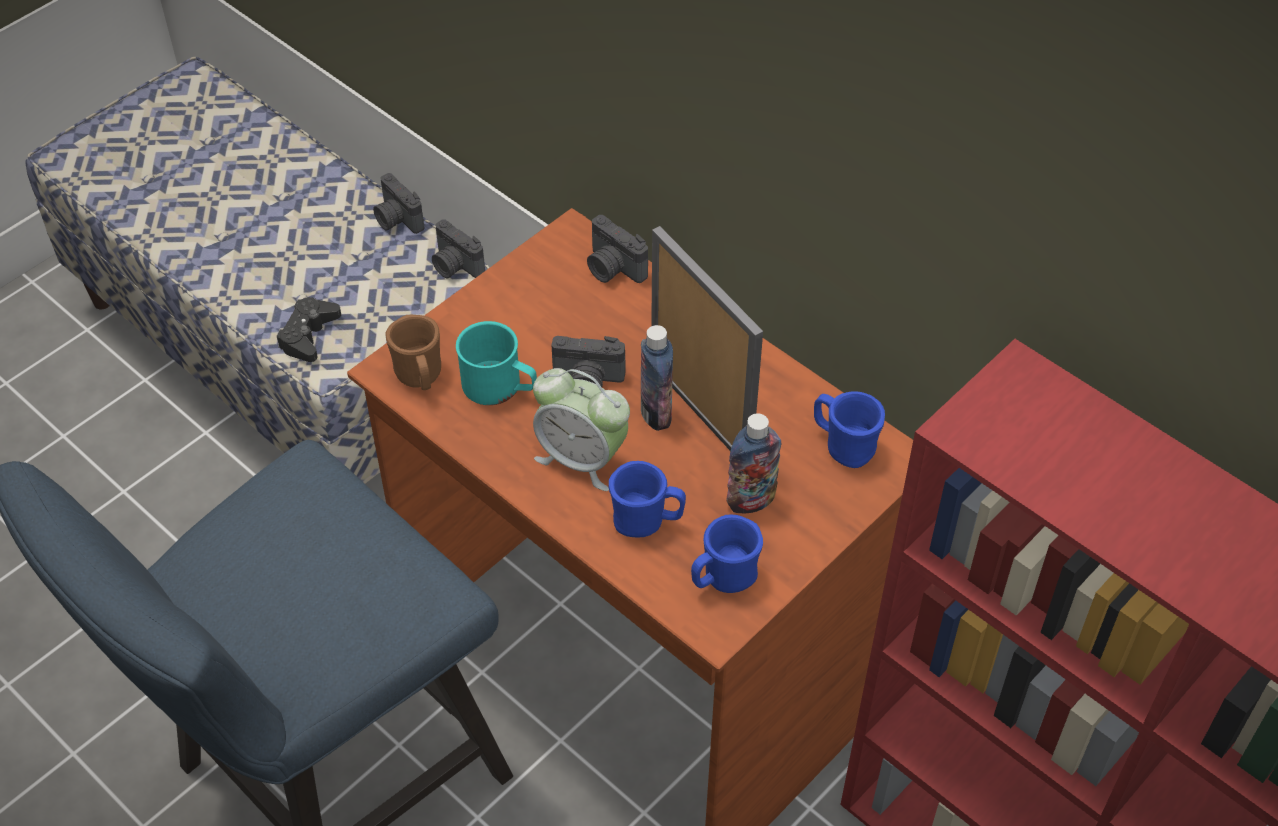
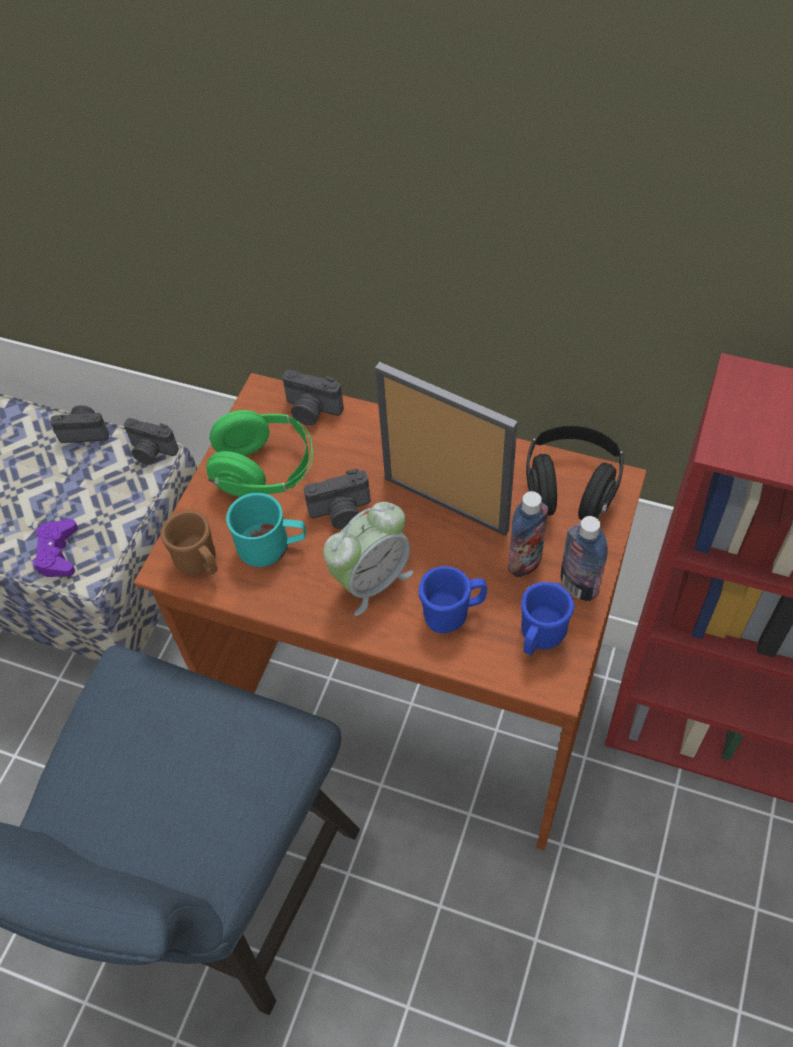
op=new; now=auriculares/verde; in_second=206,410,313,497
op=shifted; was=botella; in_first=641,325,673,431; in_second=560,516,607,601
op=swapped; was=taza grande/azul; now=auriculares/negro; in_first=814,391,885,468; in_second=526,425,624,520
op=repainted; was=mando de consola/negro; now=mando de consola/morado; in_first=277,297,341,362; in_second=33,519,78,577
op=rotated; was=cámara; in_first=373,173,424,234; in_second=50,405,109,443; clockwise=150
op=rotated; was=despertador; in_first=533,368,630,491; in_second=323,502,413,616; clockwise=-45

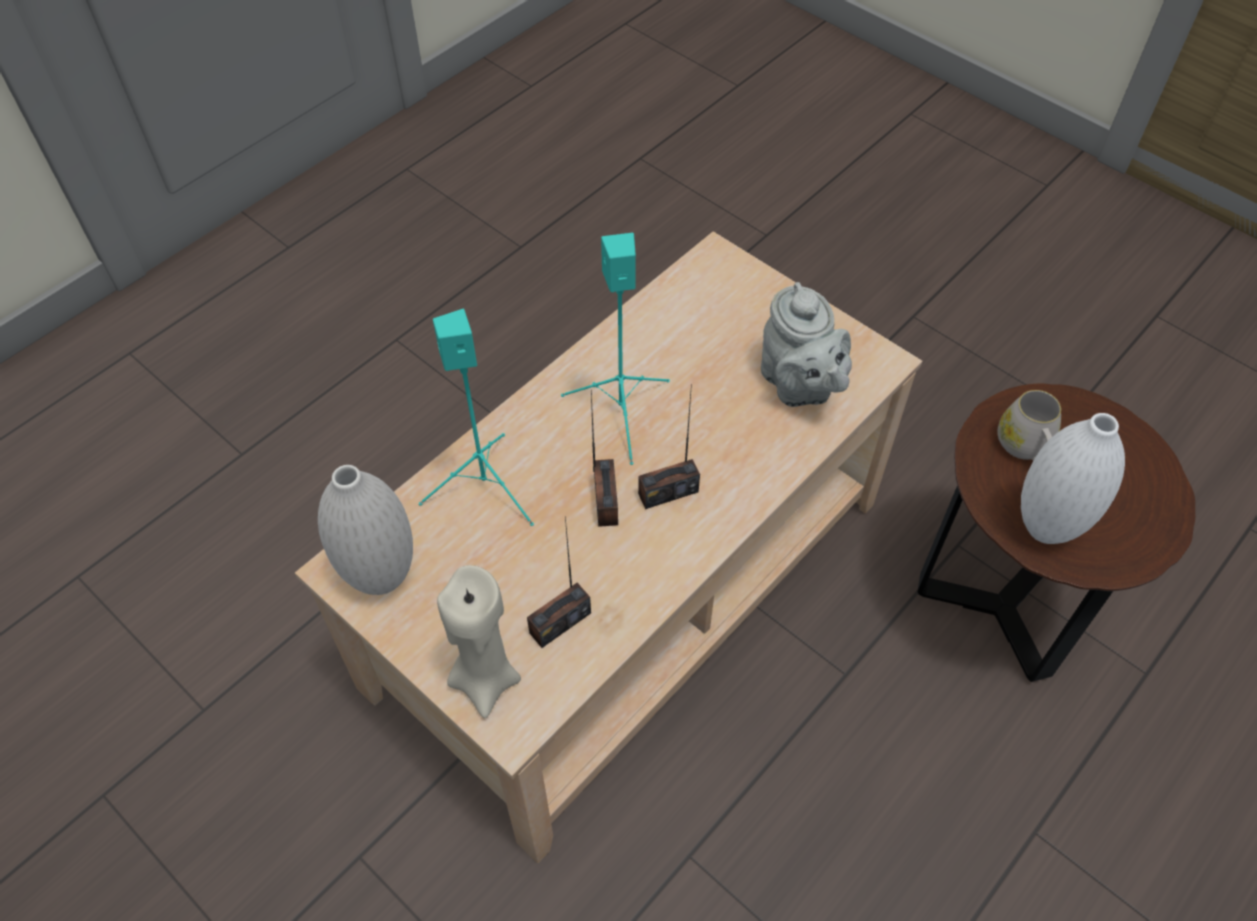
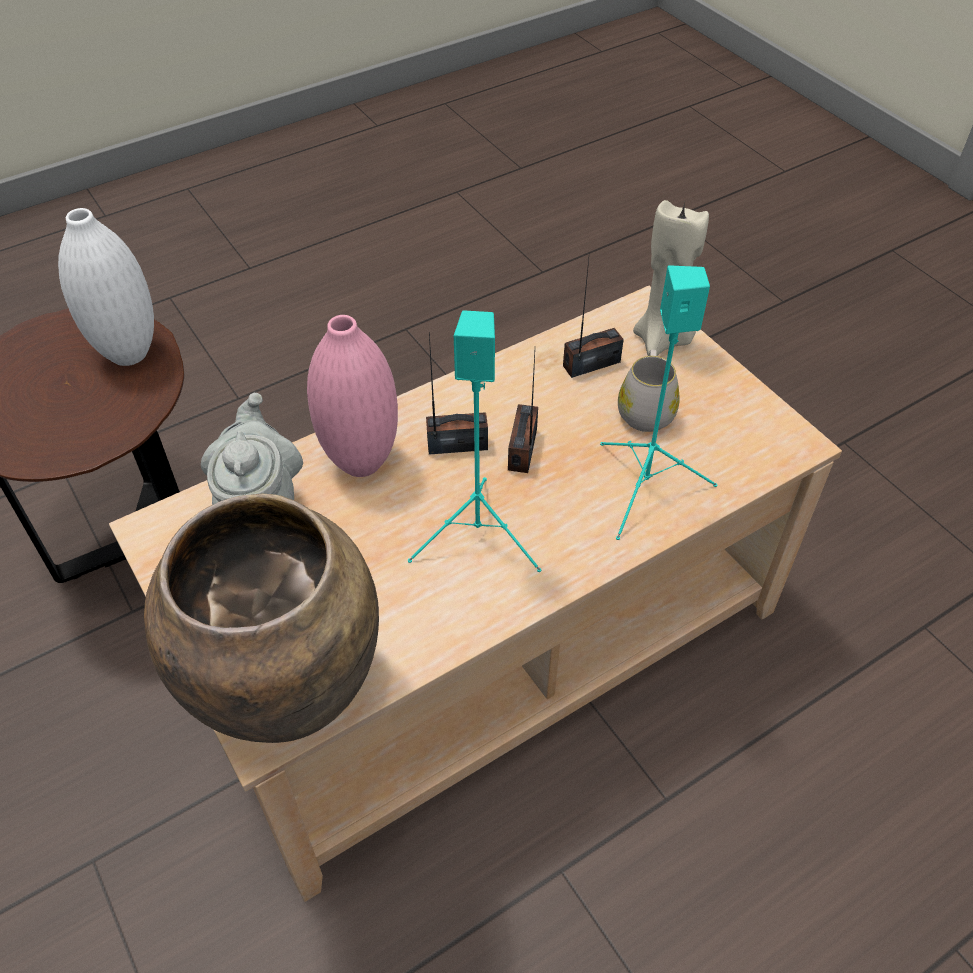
op=gone; was=florero/blanco; in_first=318,465,413,595
op=new; now=florero/marrón; in_second=144,494,379,743
op=new; now=florero/rosa; in_second=307,315,398,477
op=shifted; was=taza grande/blanco; in_first=997,390,1061,461; in_second=618,349,680,432

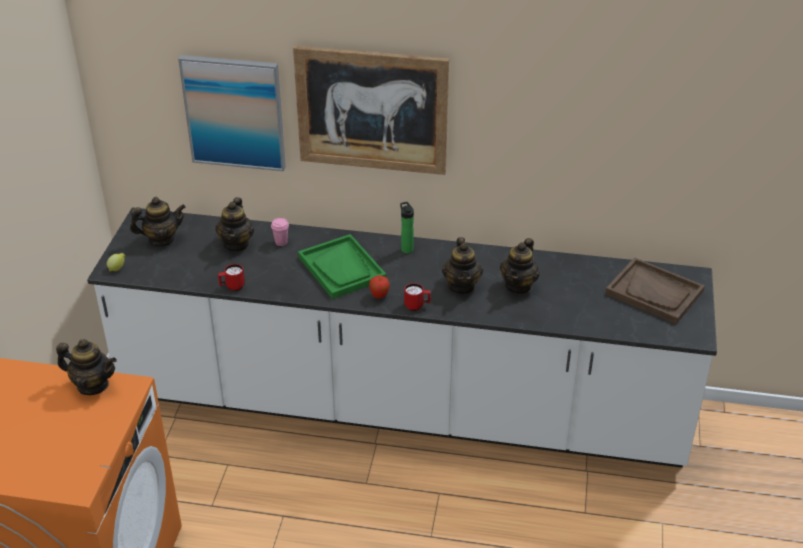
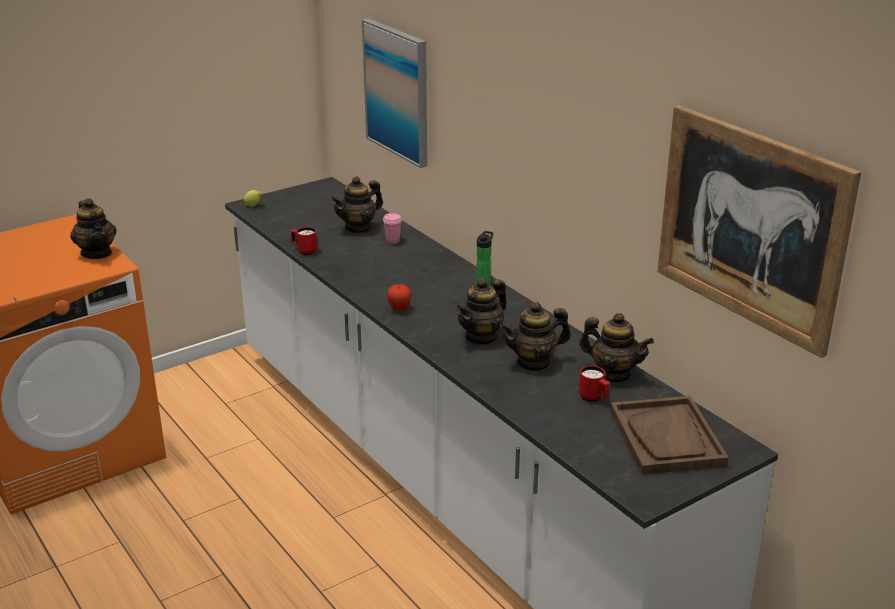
op=gone; was=bandeja/verde; in_first=298,234,386,299
op=shifted; was=tetera; in_first=130,197,186,247; in_second=579,313,654,382
op=shifted; was=cuadro; in_first=293,46,449,175; in_second=657,105,861,358
op=shifted; was=taza grande/rojo; in_first=404,283,431,311; in_second=579,366,610,402

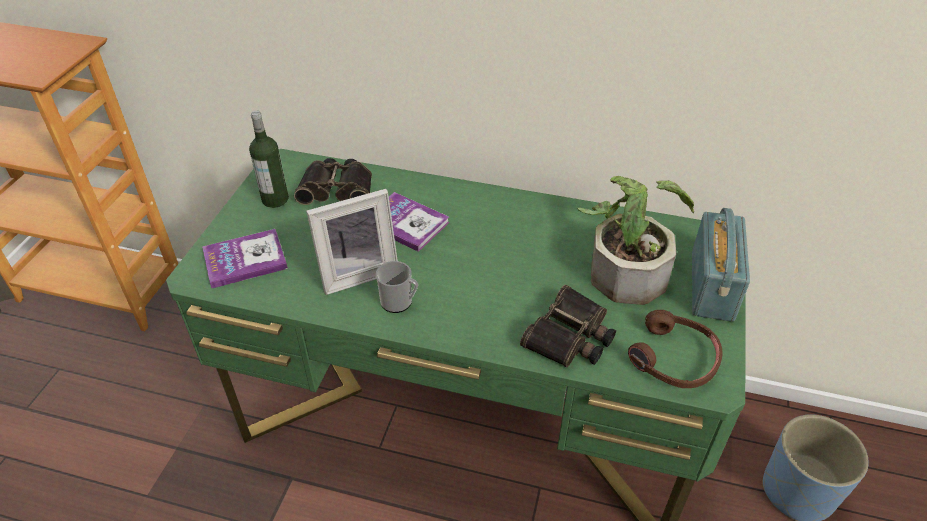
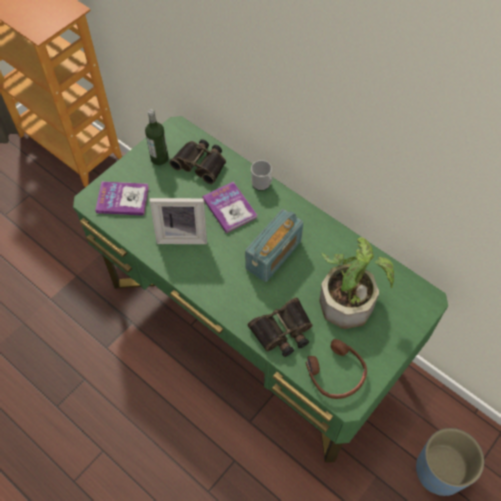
op=shifted; was=taza grande; in_first=376,261,418,313; in_second=251,160,273,191
op=shifted; was=radio; in_first=692,208,750,322; in_second=245,209,304,282

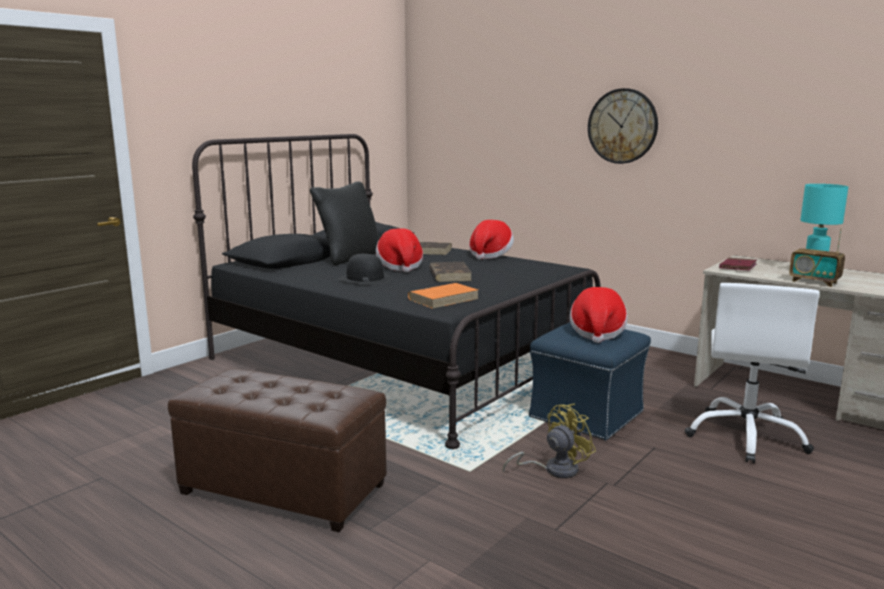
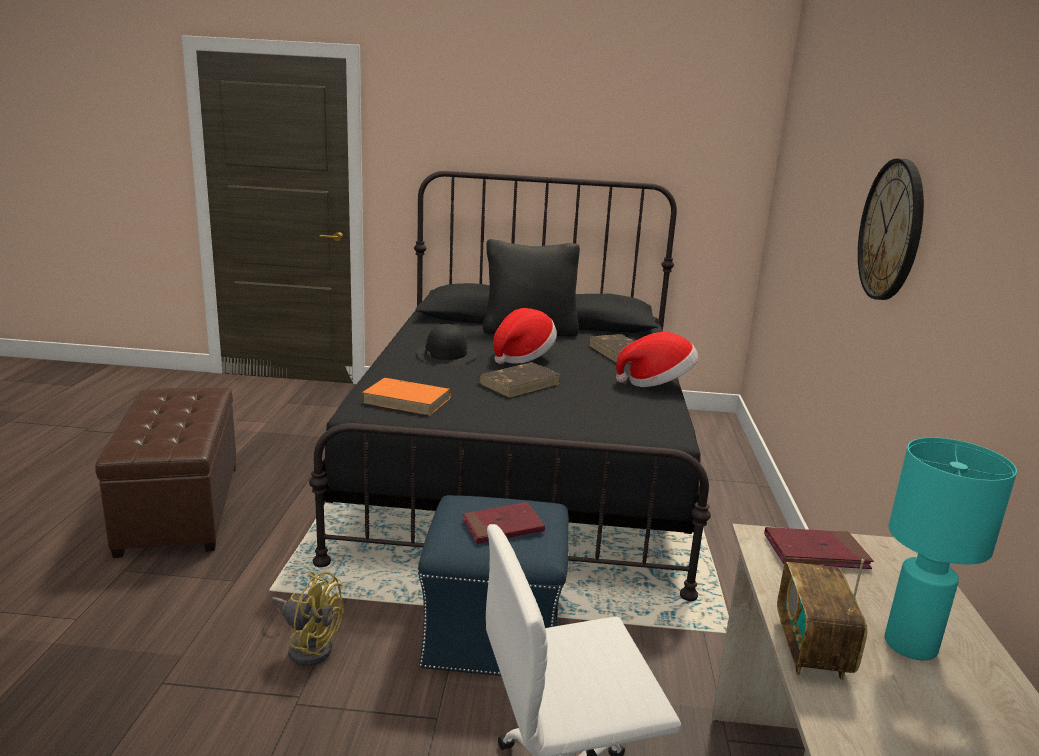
op=swapped; was=sombrero; now=libro/rojo; in_first=570,287,628,343; in_second=463,502,545,544

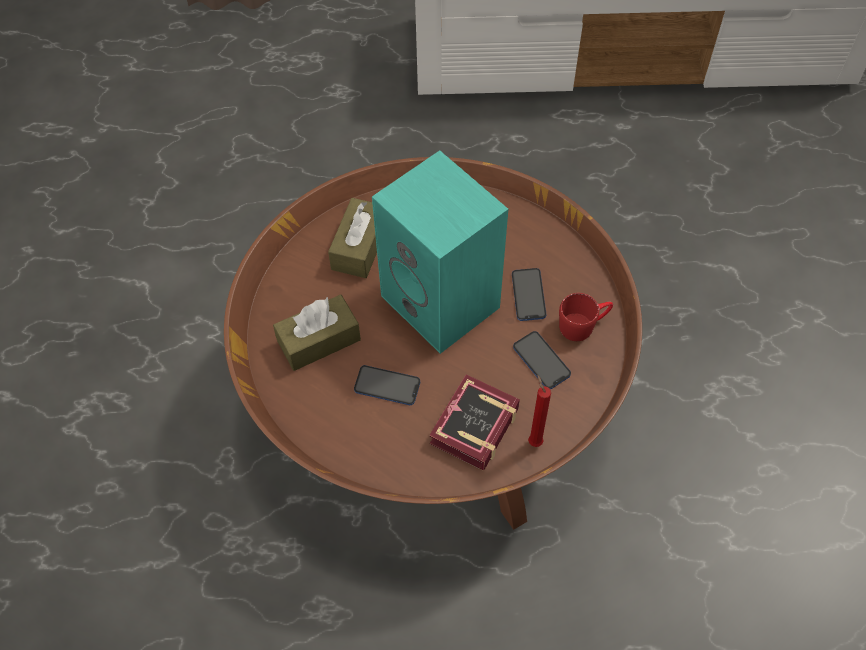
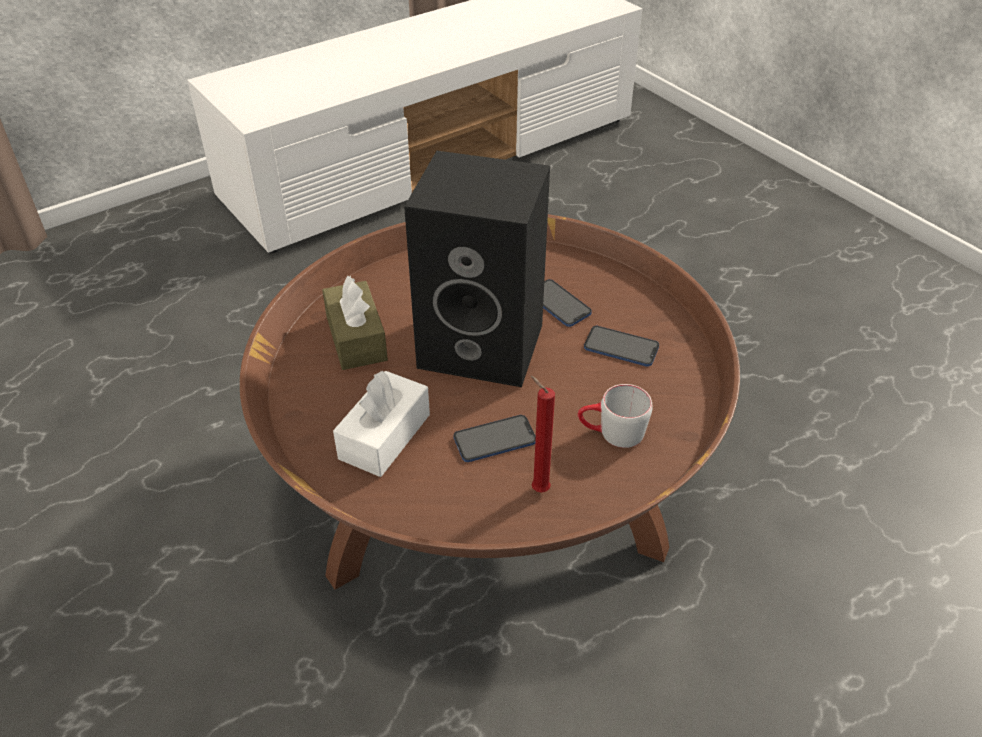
op=gone; was=taza grande/rojo; in_first=559,293,613,341
op=shifted; was=vela/rojo; in_first=528,375,551,447; in_second=531,376,555,493
op=swapped; was=libro; now=taza grande/gris; in_first=429,375,520,471; in_second=578,384,653,448
op=repainted; was=caja de pañuelos/marrón; now=caja de pañuelos/blanco; in_first=273,294,361,371; in_second=333,370,430,477
op=repainted; was=altavoz/turquesa; now=altavoz/negro; in_first=372,150,508,354; in_second=404,151,550,387

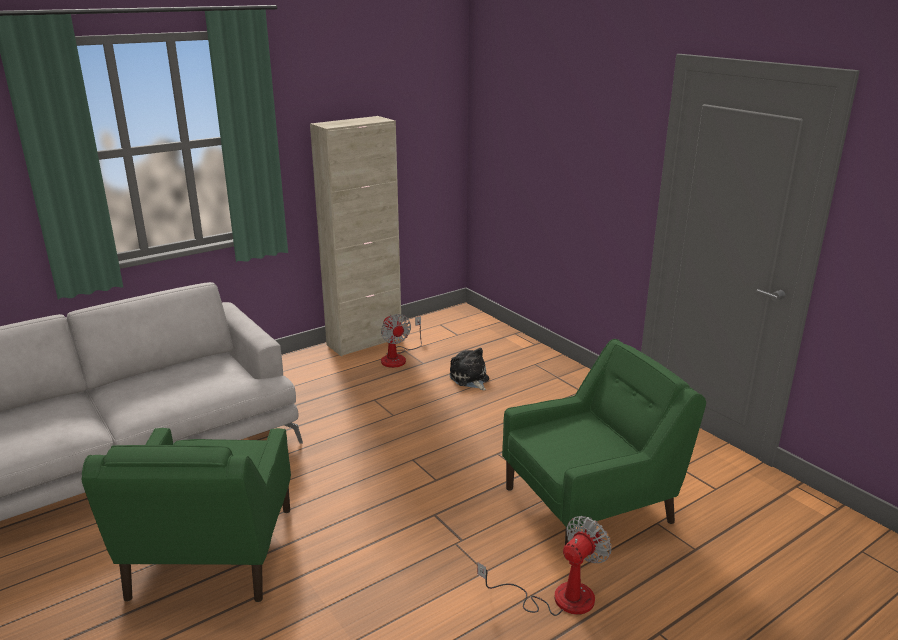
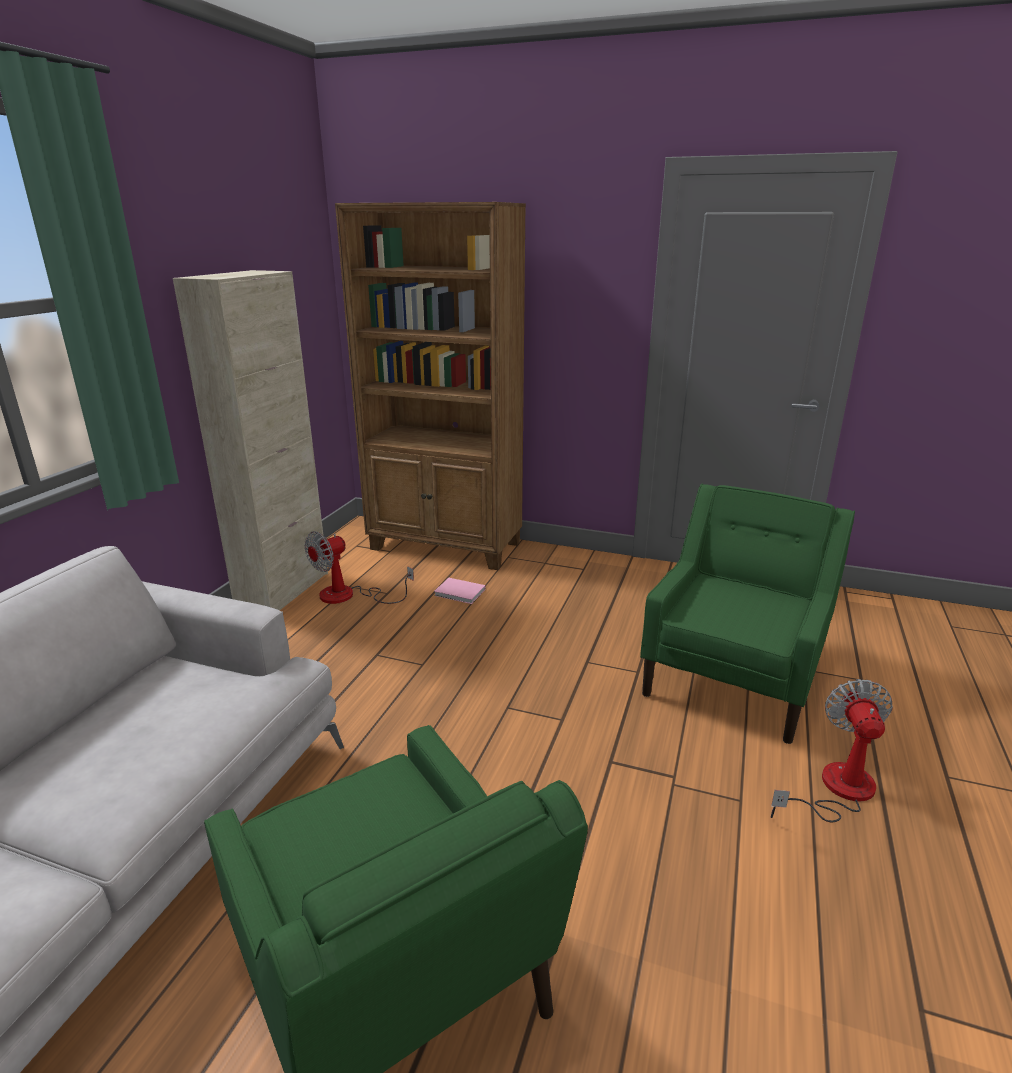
op=new; now=estantería/marrón; in_second=335,202,526,570
op=swapped; was=peluche; now=libro/rosa; in_first=450,348,489,390; in_second=434,578,485,604
op=rotated; was=ventilador; in_first=381,314,422,368; in_second=305,531,414,604; clockwise=105

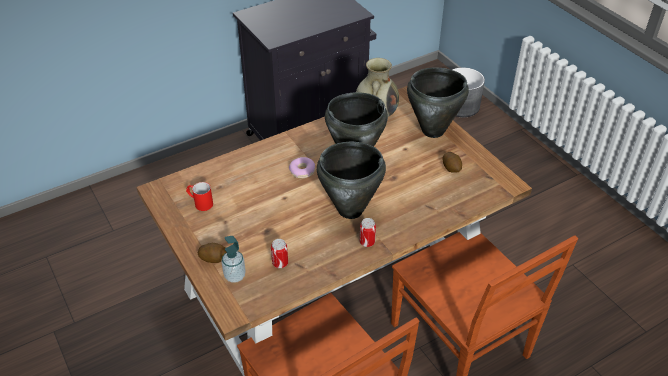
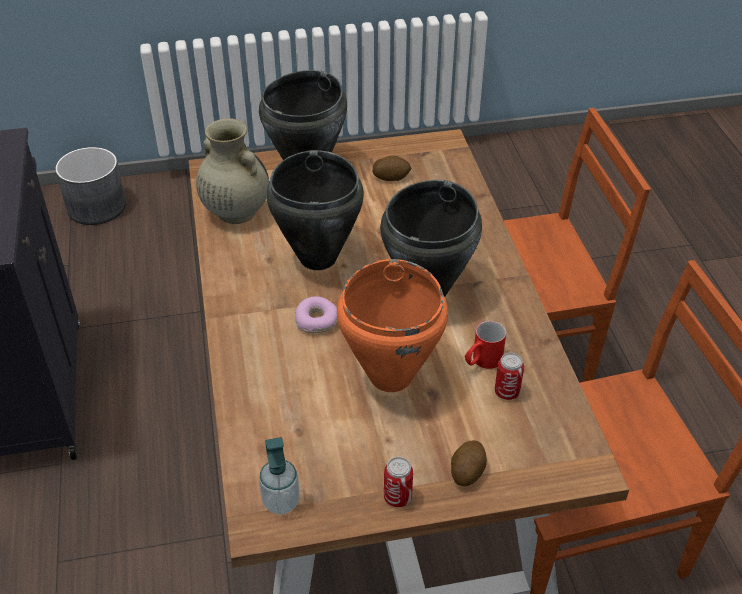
op=new; now=olla/naranja; in_second=337,259,448,392
op=shifted; was=taza grande/rojo; in_first=186,182,213,211; in_second=465,321,506,369
op=shifted; was=dispensador de jabón; in_first=221,236,246,283; in_second=259,437,300,515
op=shifted; was=lata; in_first=360,218,376,247; in_second=384,457,413,507

